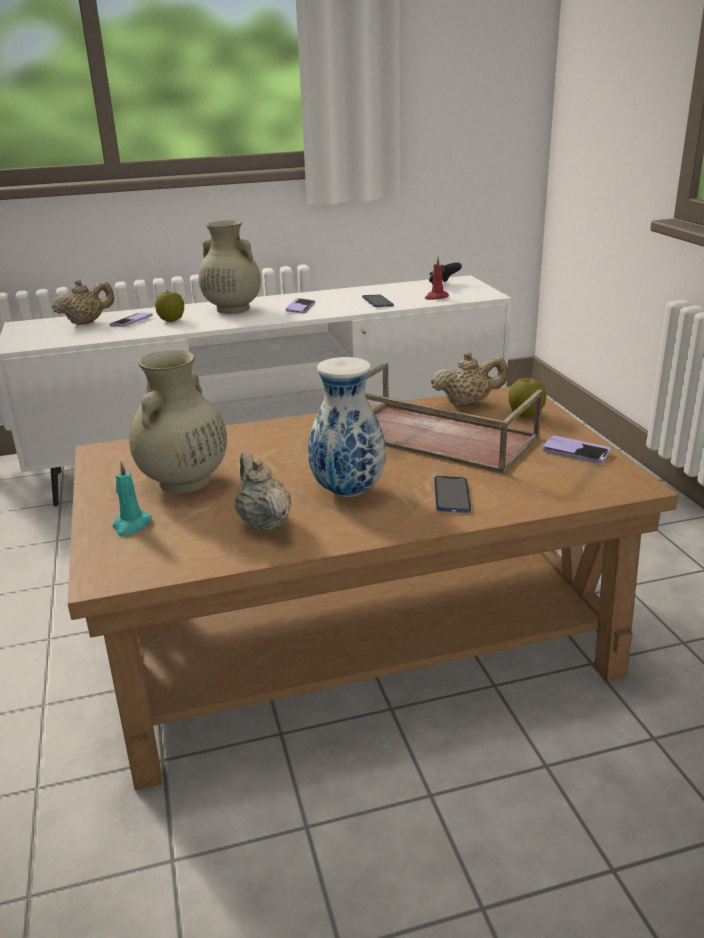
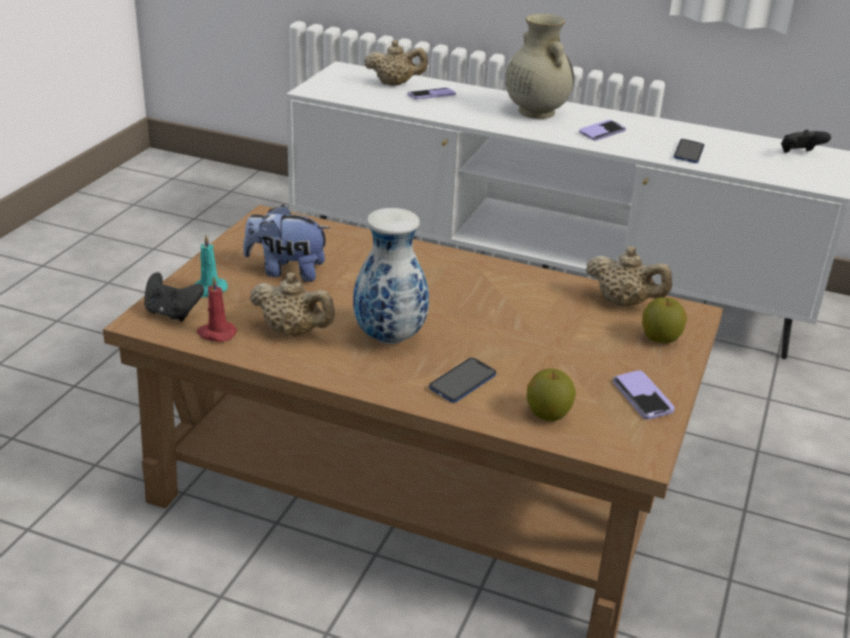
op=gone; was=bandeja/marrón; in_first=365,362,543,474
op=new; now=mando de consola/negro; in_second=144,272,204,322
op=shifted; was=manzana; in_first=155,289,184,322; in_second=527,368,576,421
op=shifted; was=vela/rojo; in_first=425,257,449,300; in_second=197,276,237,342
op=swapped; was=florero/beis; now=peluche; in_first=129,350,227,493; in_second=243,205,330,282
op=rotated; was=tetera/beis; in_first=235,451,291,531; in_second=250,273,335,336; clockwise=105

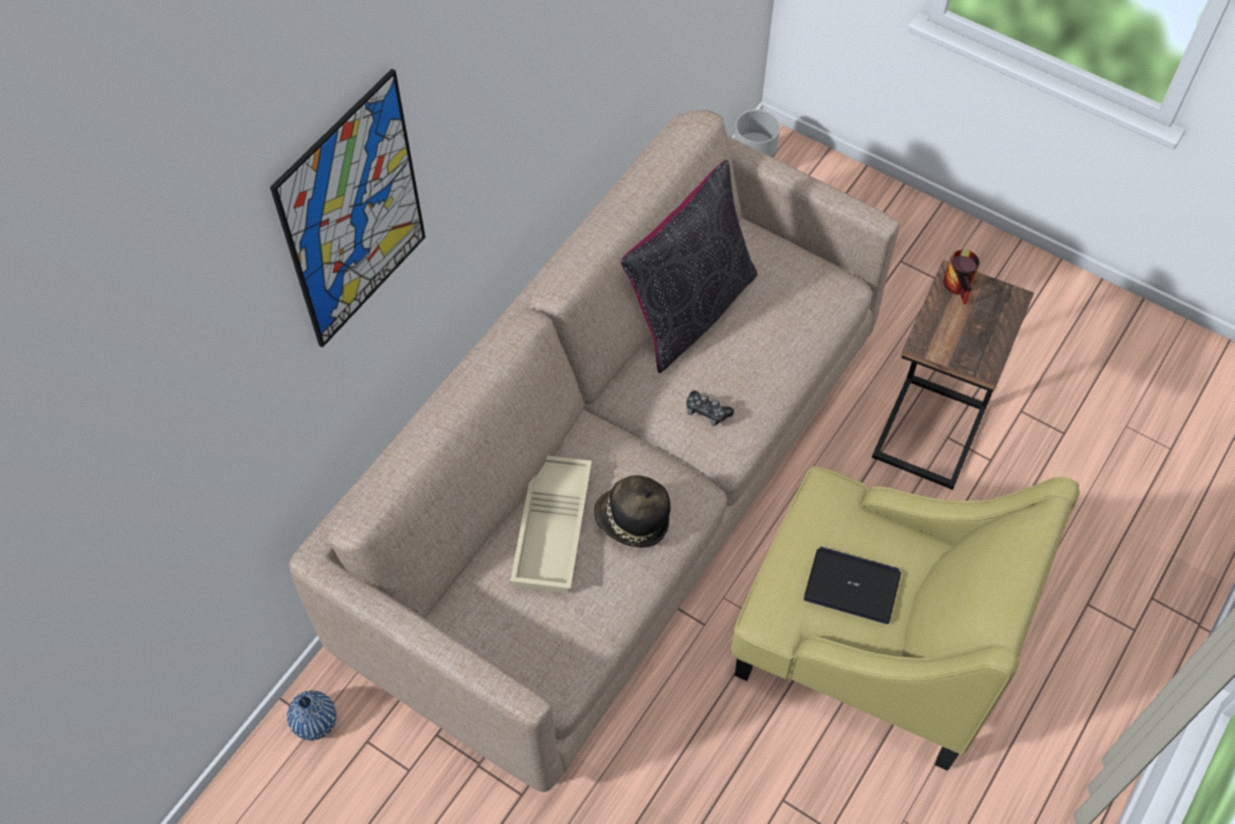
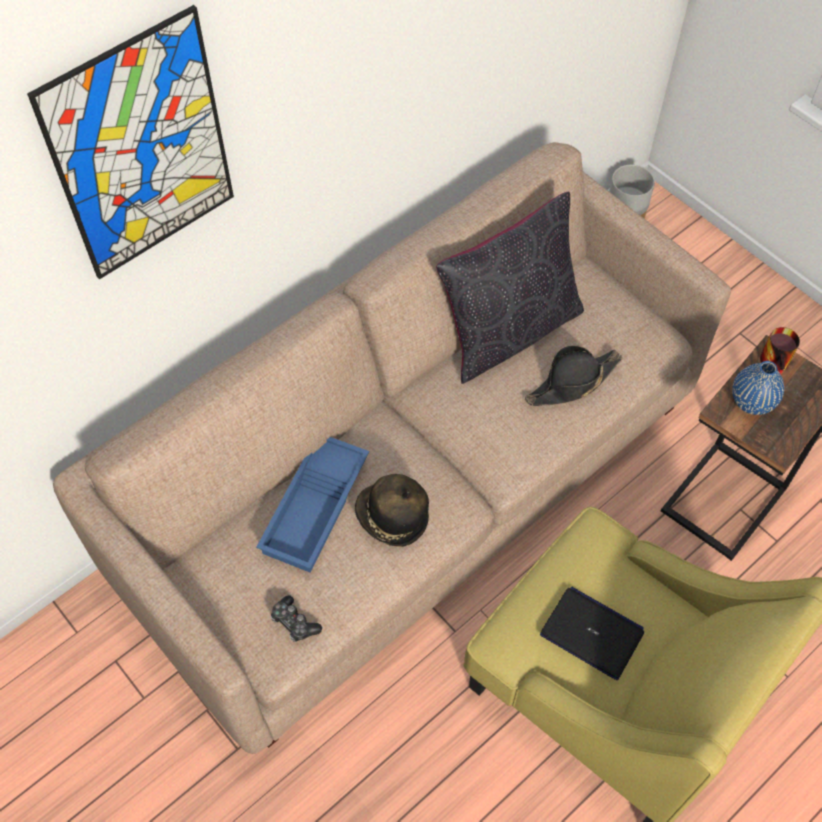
op=new; now=sombrero/negro; in_second=525,345,622,406
op=shifted; was=florero/azul; in_first=287,690,336,740; in_second=732,361,784,415
op=shifted; was=mando de consola; in_first=686,391,734,426; in_second=270,595,322,642
op=repainted; was=bandeja/beis; now=bandeja/azul; in_first=510,456,592,594; in_second=256,437,369,572

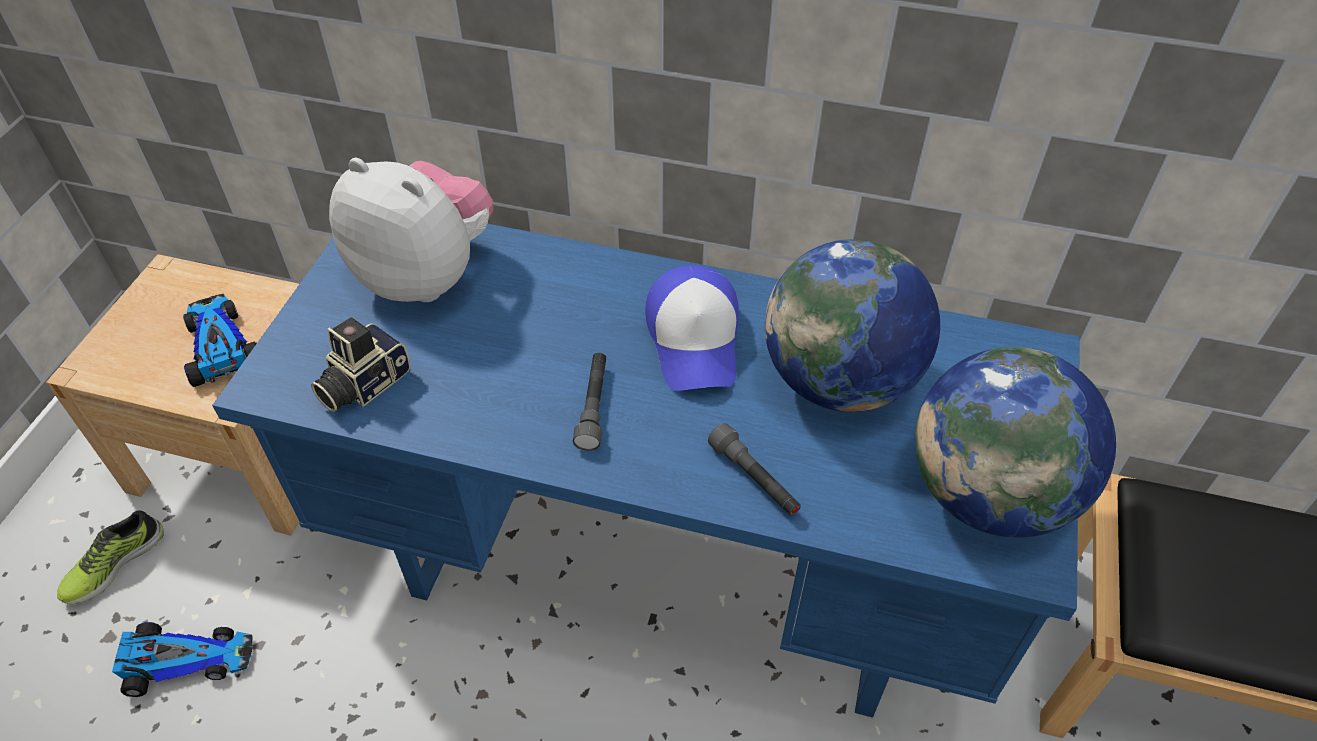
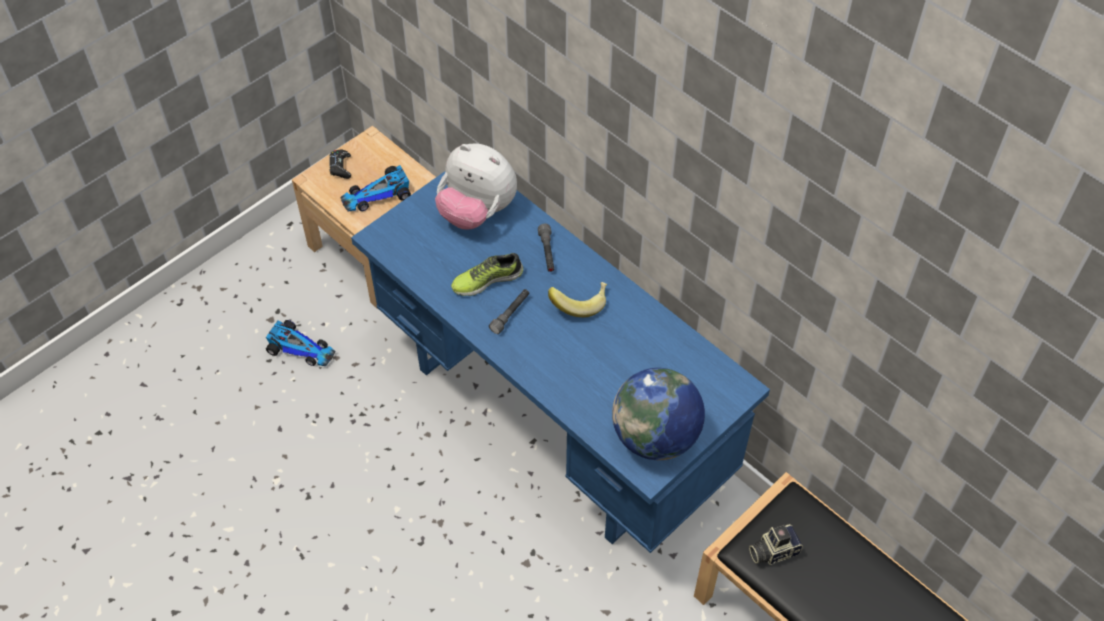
op=gone; was=globo terráqueo; in_first=765,239,940,412
op=new; now=mando de consola/negro; in_second=329,149,351,179
op=shifted; was=zapato; in_first=57,510,164,604; in_second=451,253,523,296
op=shifted; was=cámara; in_first=311,317,411,412; in_second=749,524,803,565
op=shifted; was=linterna/gris; in_first=708,423,801,515; in_second=538,224,554,272
op=swapped; was=gorra; now=plátano; in_first=645,265,739,391; in_second=548,282,607,317
op=rotated; was=coche de juguete; in_first=183,294,257,387; in_second=341,165,411,211; clockwise=-120
op=rotated; was=peluche; in_first=329,158,493,302; in_second=435,144,517,230; clockwise=150

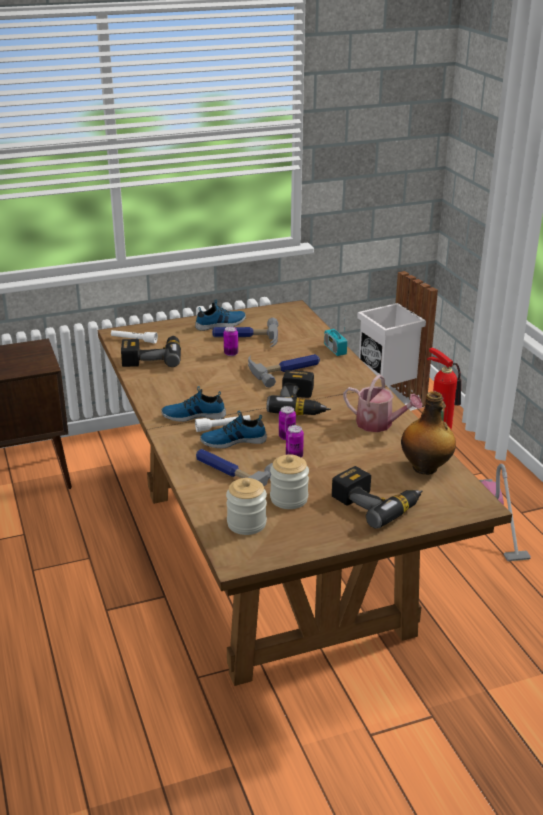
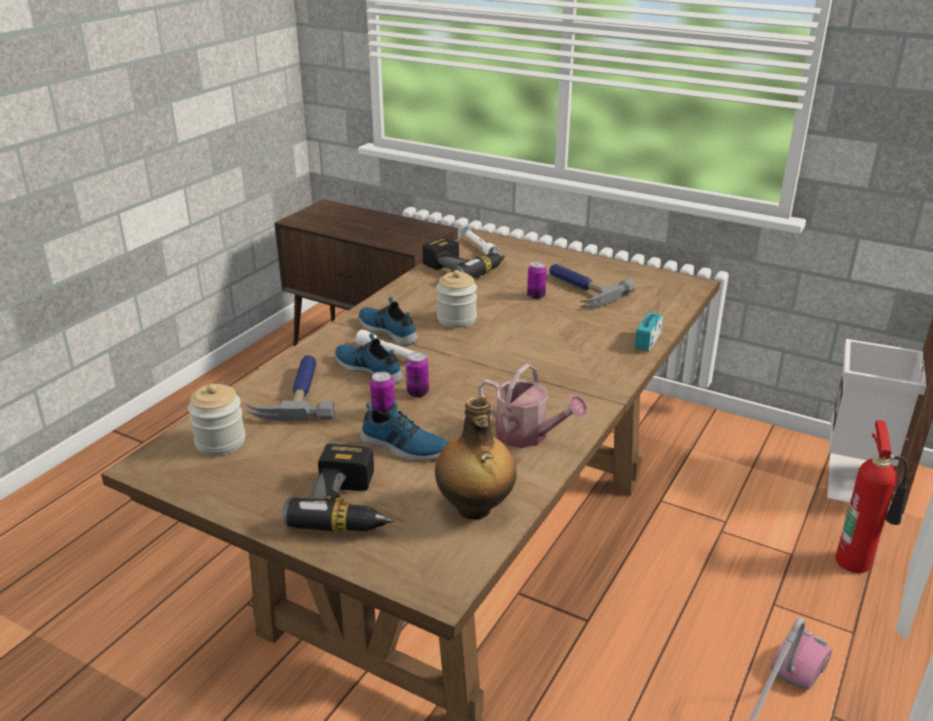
op=gone; was=martillo; in_first=248,354,320,388
op=gone; was=taladro; in_first=266,370,331,415
op=shifted; was=zapato; in_first=195,299,246,331; in_second=360,402,448,461
op=shifted; was=tarro; in_first=270,454,309,509; in_second=437,270,477,328
op=rotated; was=regadera; in_first=343,375,422,432; in_second=478,364,588,448; clockwise=-45

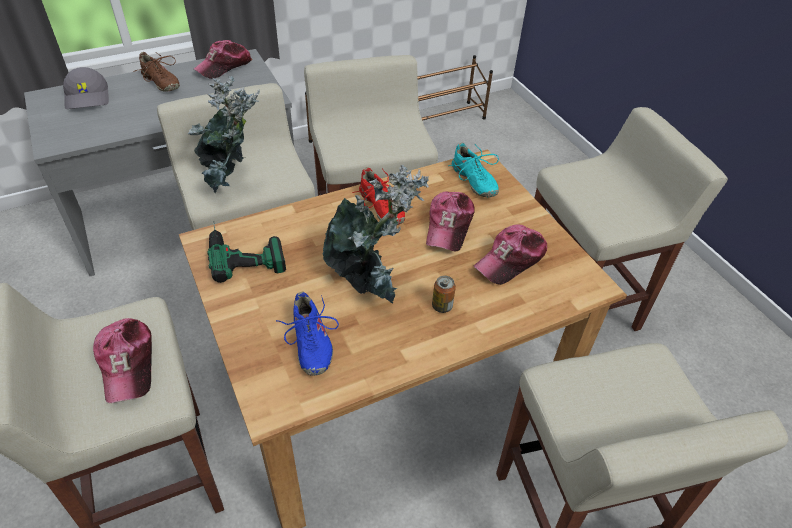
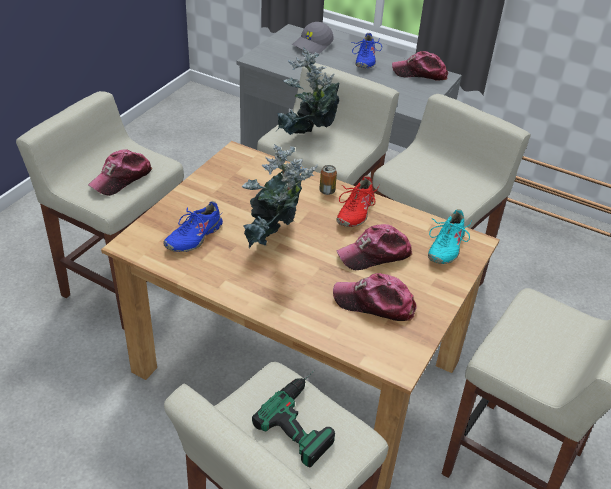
op=shifted; was=taladro; in_first=207,221,286,283; in_second=252,370,335,467
op=shifted; was=lata; in_first=432,276,456,313; in_second=319,165,337,195
op=repainted; was=zapato/marrón; now=zapato/azul; in_first=133,52,180,92; in_second=351,33,382,68

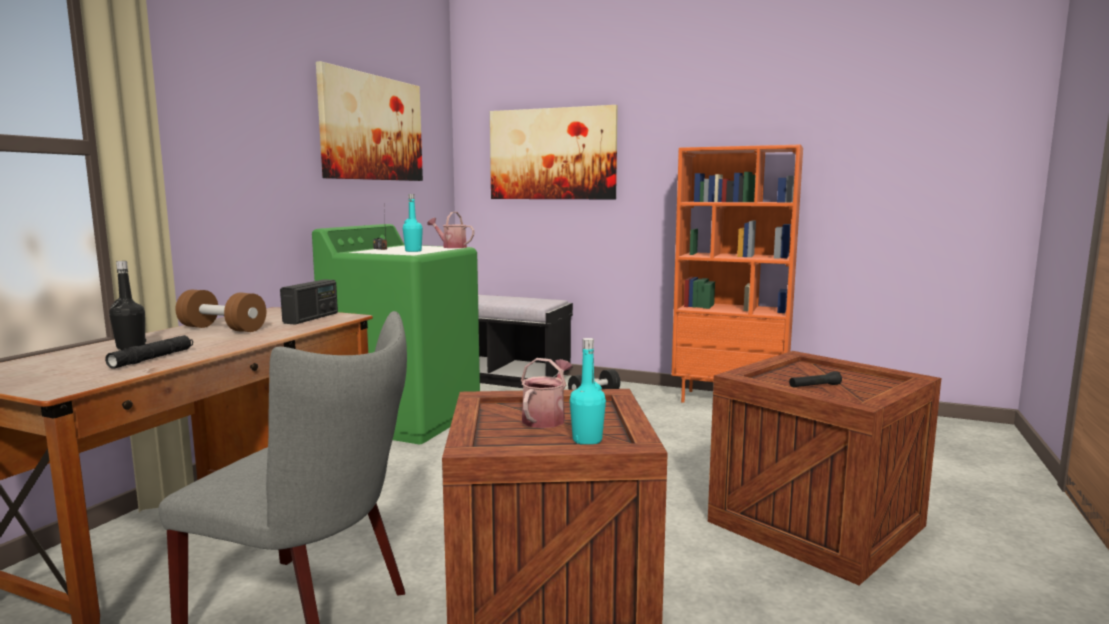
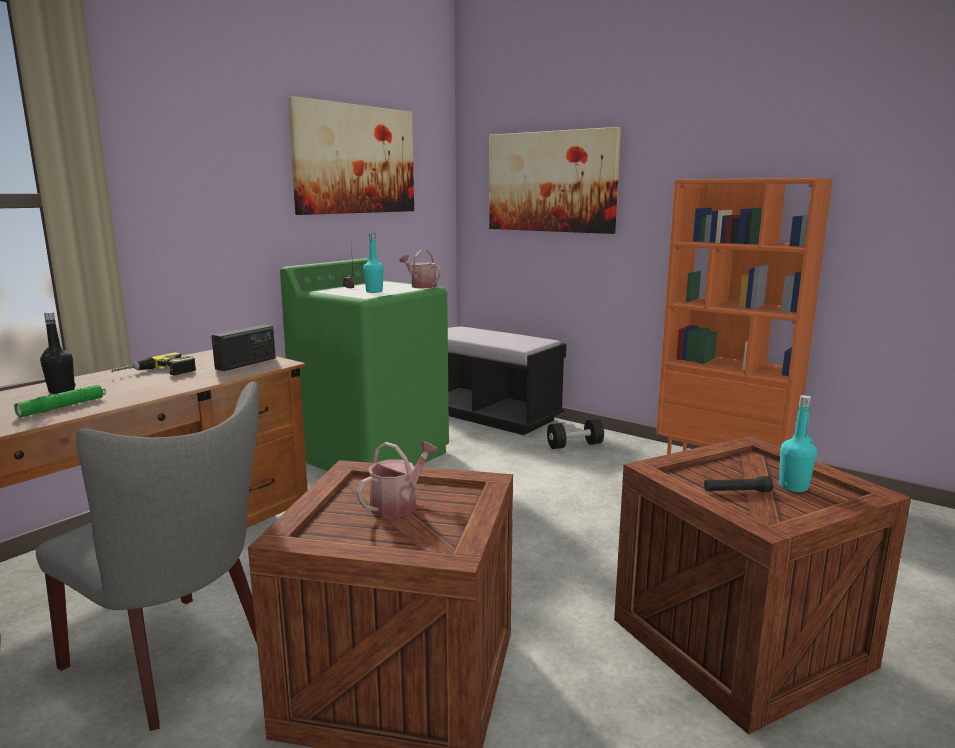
op=shifted; was=botella/turquesa; in_first=570,338,606,444; in_second=779,395,817,492
op=swapped; was=mancuerna/marrón; now=taladro; in_first=175,290,266,332; in_second=111,352,196,376
op=repainted; was=linterna/negro; now=linterna/verde; in_first=105,335,193,369; in_second=14,385,106,417

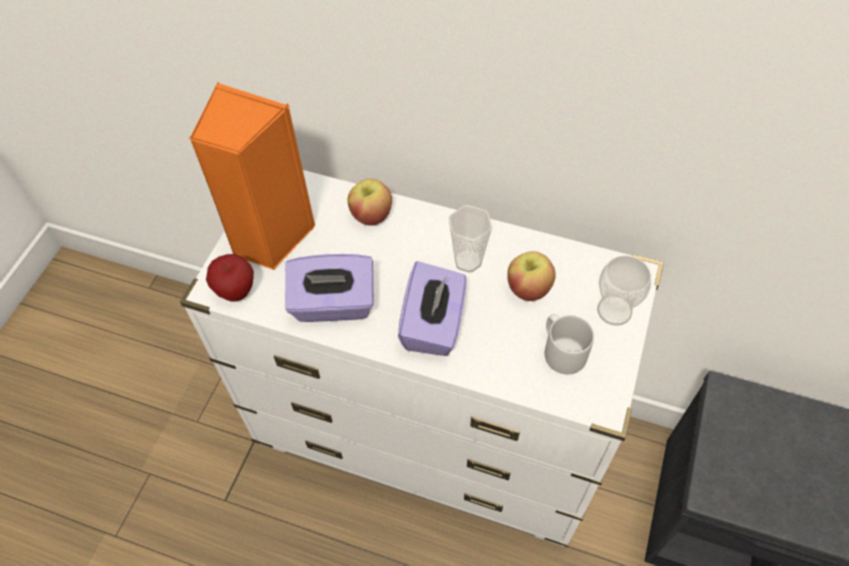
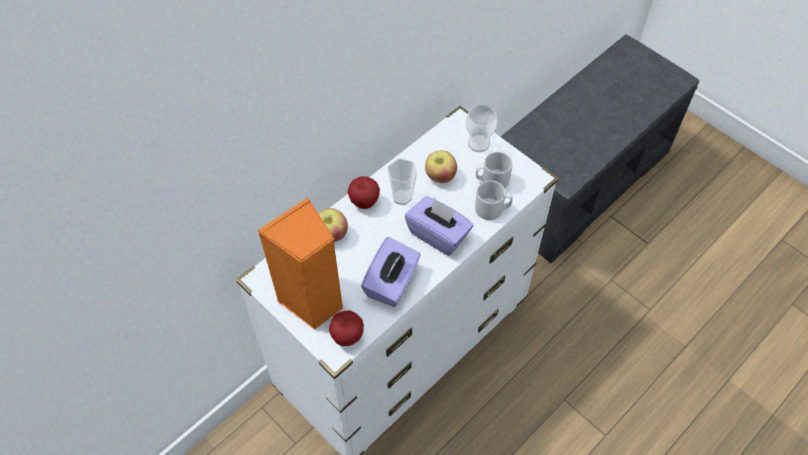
op=new; now=manzana; in_second=348,176,380,209
op=new; now=taza grande/gris; in_second=475,181,513,220

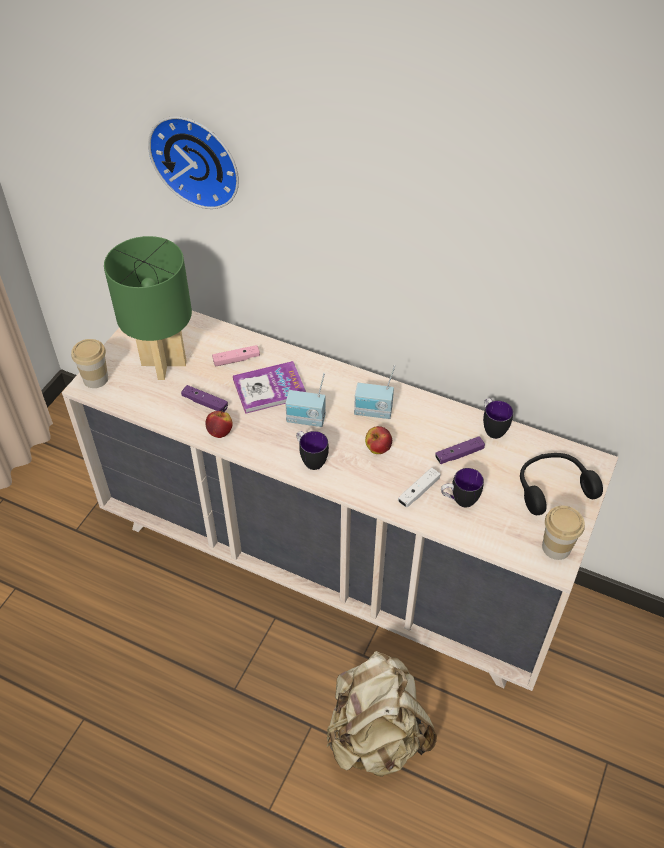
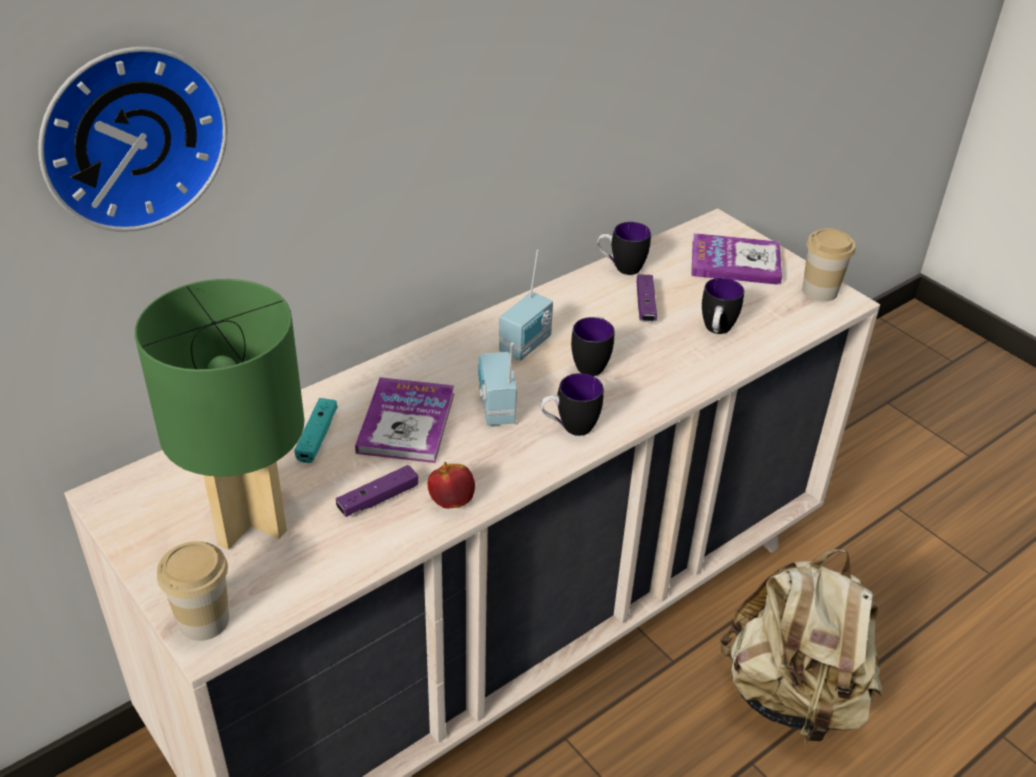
op=gone; was=mando de consola/blanco; in_first=398,467,441,508
op=swapped; was=manzana; now=taza grande; in_first=365,426,392,454; in_second=571,317,614,376
op=swapped; was=auriculares/negro; now=libro; in_first=520,453,603,515; in_second=691,233,782,285
op=repainted; was=mando de consola/rosa; now=mando de consola/turquesa; in_first=212,345,260,366; in_second=295,398,337,463
op=rotated; was=radio; in_first=285,373,326,427; in_second=478,343,517,425; clockwise=135

